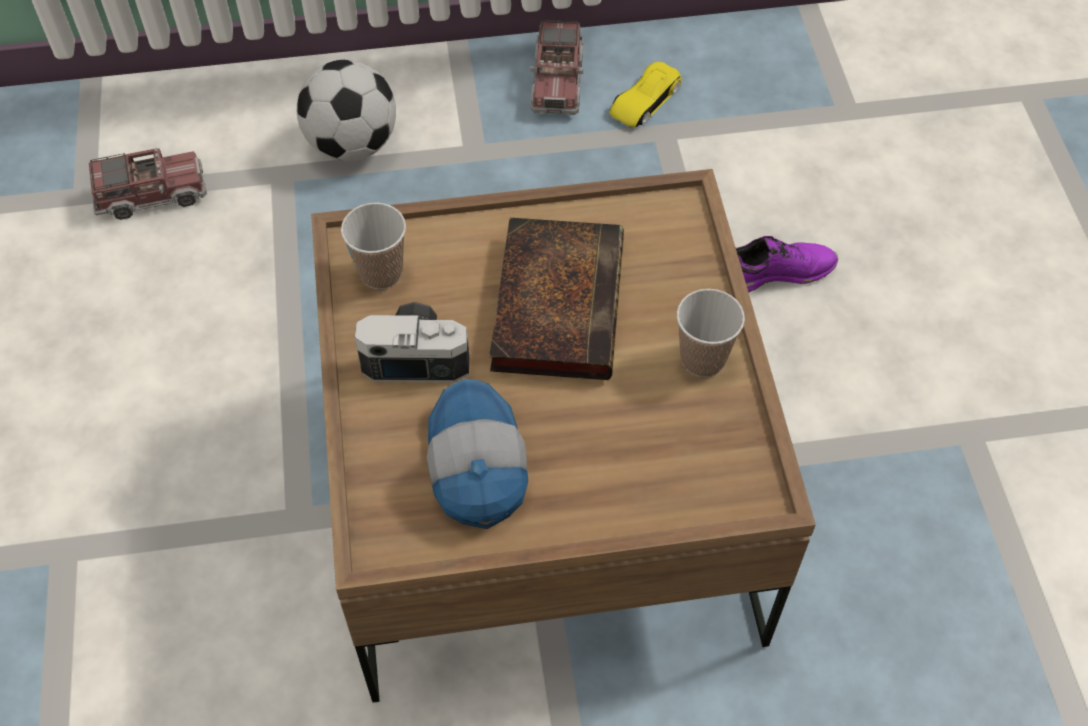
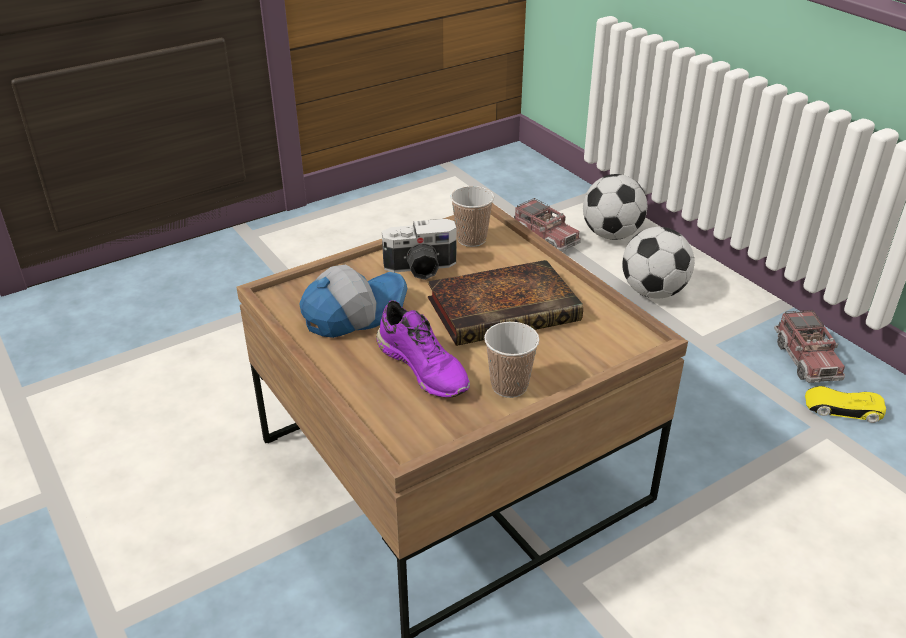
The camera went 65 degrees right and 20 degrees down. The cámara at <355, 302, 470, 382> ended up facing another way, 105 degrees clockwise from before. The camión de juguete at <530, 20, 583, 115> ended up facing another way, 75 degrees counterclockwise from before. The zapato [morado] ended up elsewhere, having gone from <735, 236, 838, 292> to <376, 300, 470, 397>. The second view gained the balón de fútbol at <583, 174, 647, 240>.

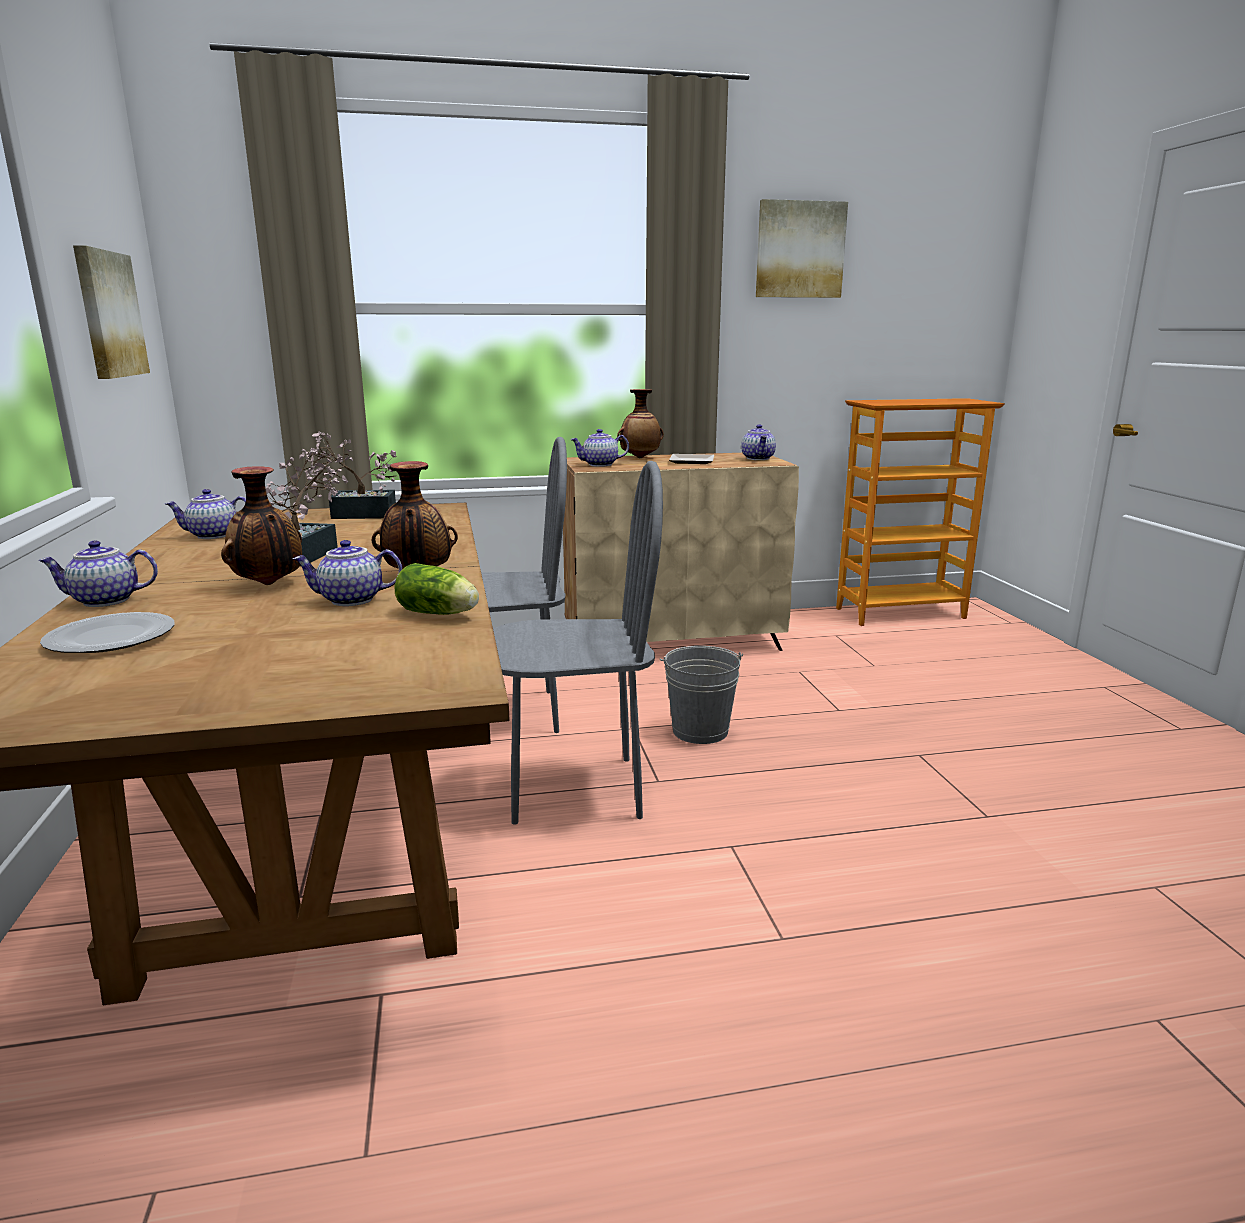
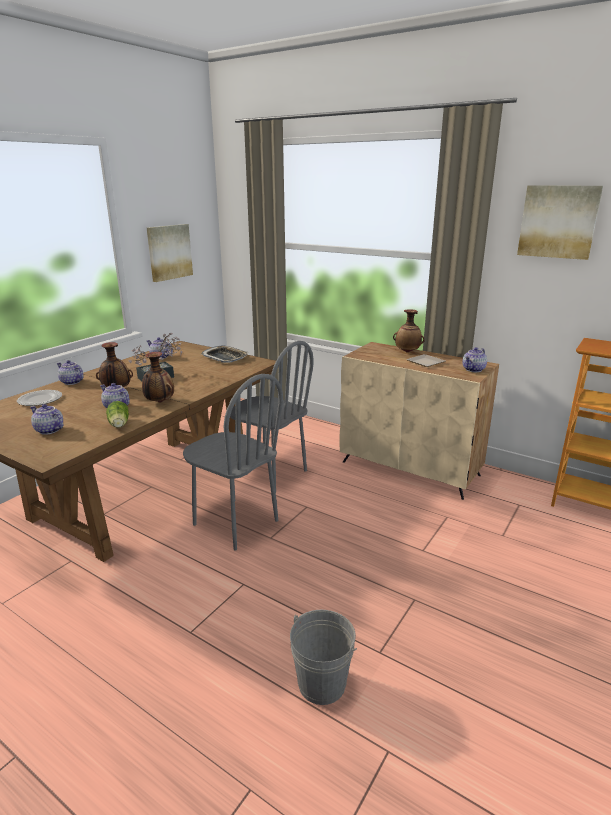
The camera went 45 degrees right and 5 degrees up. Where the planta en maceta stood at <302, 432, 400, 519>, the bandeja came to stand at <201, 346, 248, 363>. The tetera ended up elsewhere, having gone from <570, 429, 629, 467> to <30, 404, 63, 435>. The cubo [gris] ended up elsewhere, having gone from <660, 646, 743, 744> to <290, 610, 357, 705>.

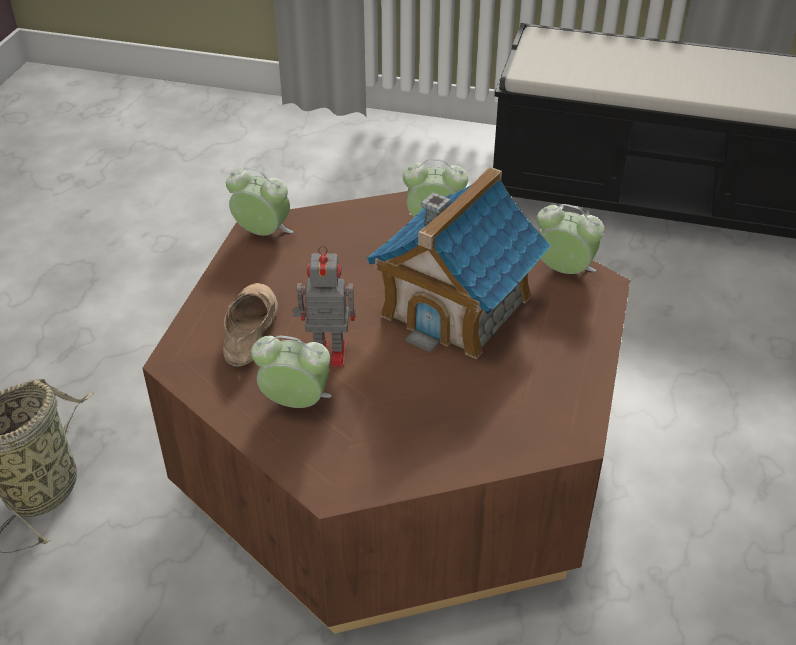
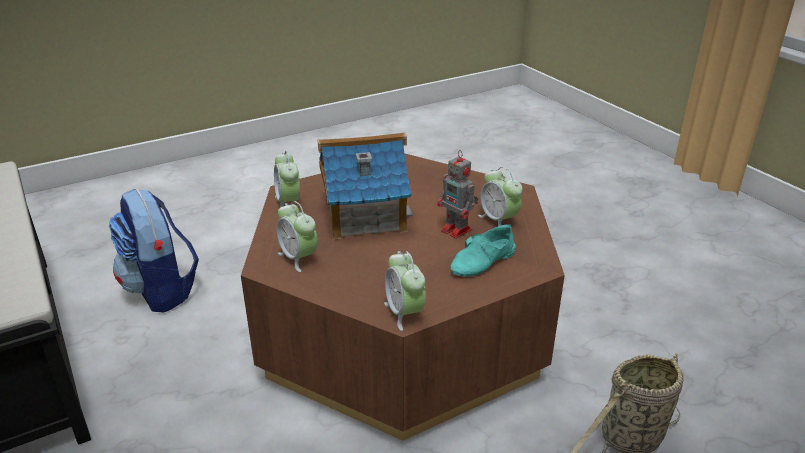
The camera went 135 degrees left and 10 degrees down. What was the zapato [beis] at <223, 283, 278, 367> turned into the zapato [turquesa] at <450, 224, 516, 277>. The second view gained the mochila at <109, 189, 199, 313>.

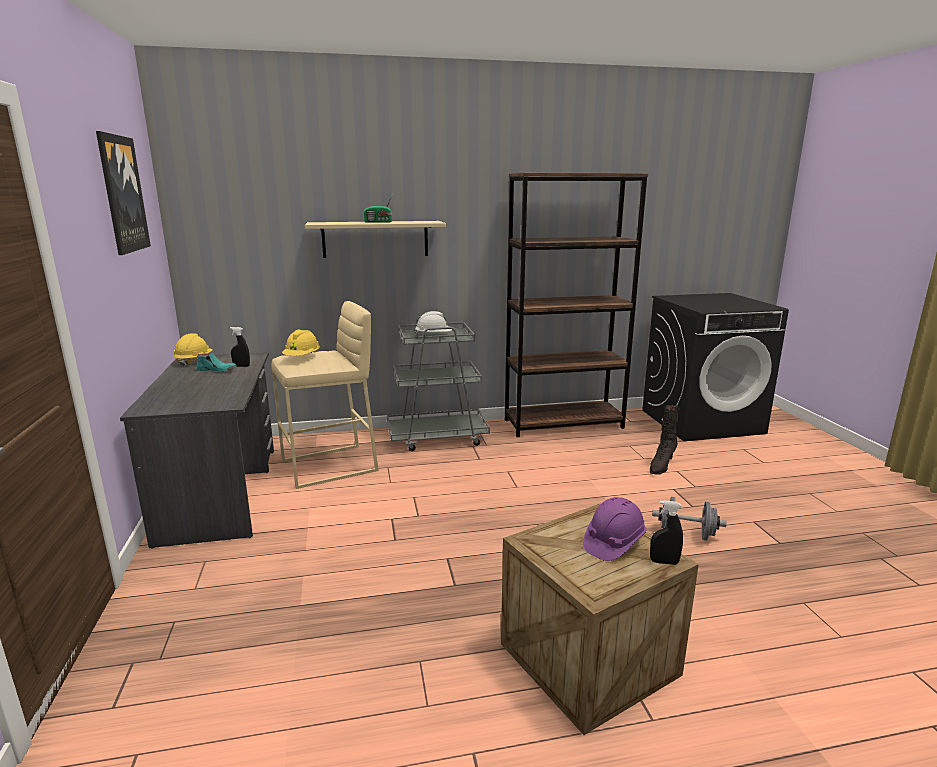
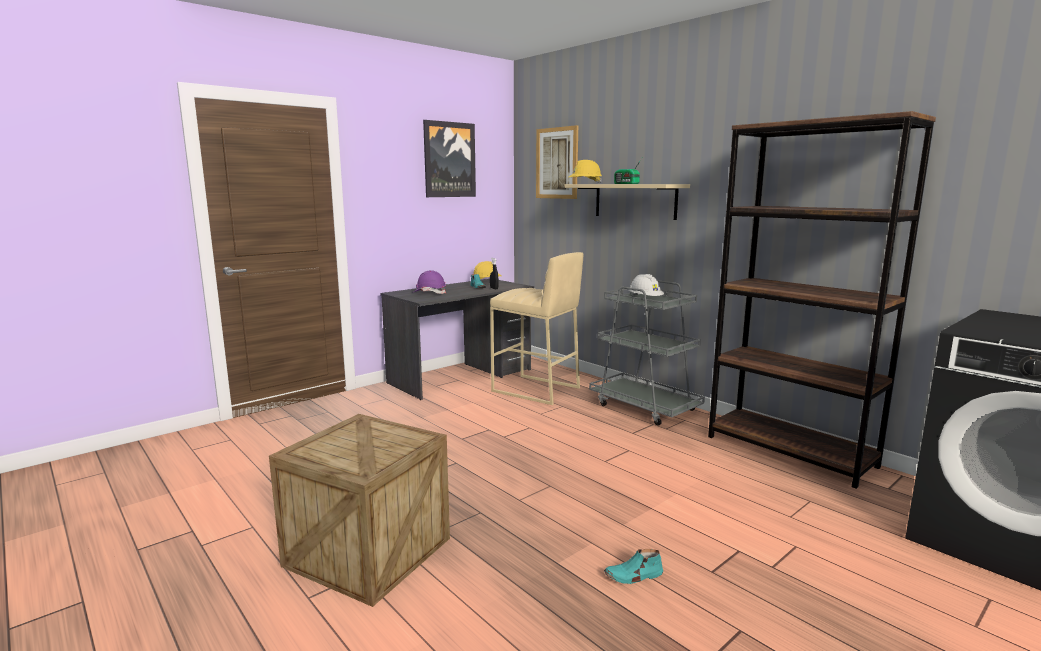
The camera went 60 degrees right and 5 degrees down. The casco [amarillo] ended up elsewhere, having gone from <282, 330, 320, 356> to <569, 160, 602, 184>. The casco [morado] ended up elsewhere, having gone from <583, 497, 646, 561> to <414, 270, 446, 294>. The second view lost the bota [negro] at <650, 405, 680, 475>. The second view lost the pulverizador [negro] at <650, 500, 683, 565>. Where the mancuerna [gris] stood at <652, 497, 727, 541>, the zapato [turquesa] came to stand at <604, 549, 663, 584>. The second view gained the cuadro at <536, 125, 578, 199>.

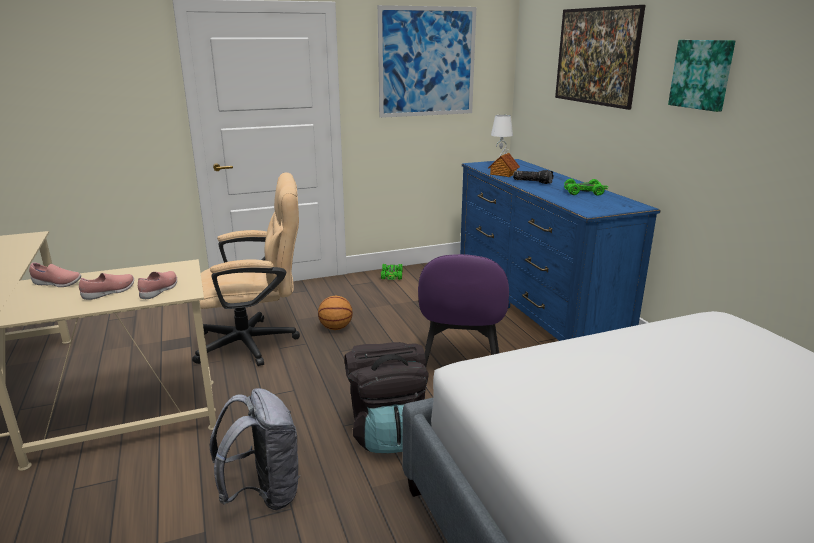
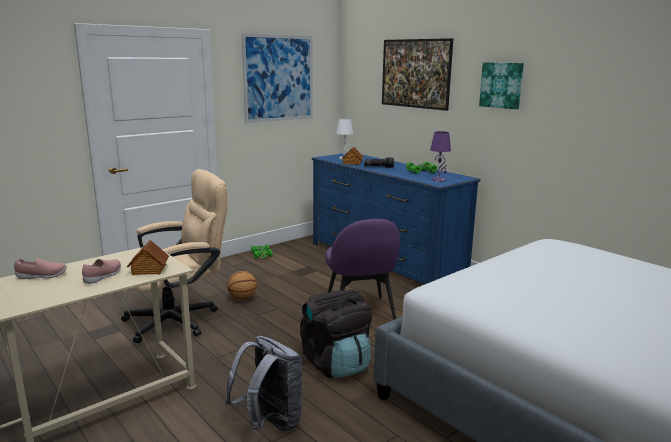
The camera went 20 degrees left and 5 degrees down. Where the zapato [rosa] stood at <138, 271, 177, 299>, the casita came to stand at <127, 240, 169, 275>. The second view gained the lámpara de mesa [morado] at <430, 131, 451, 182>.

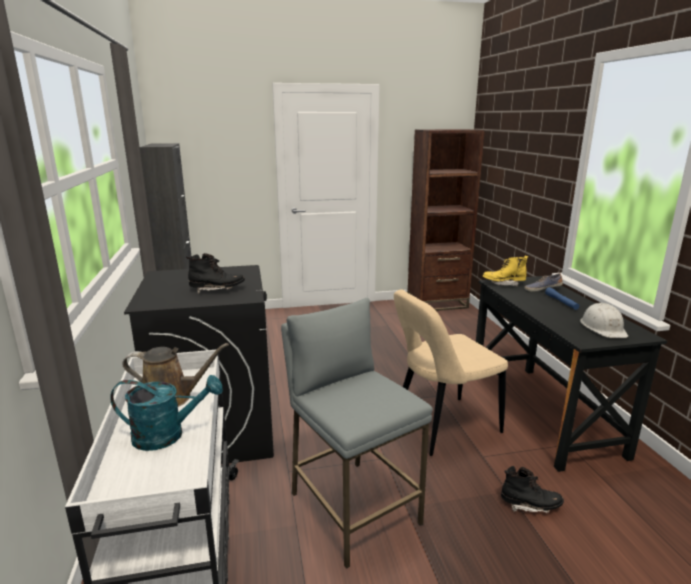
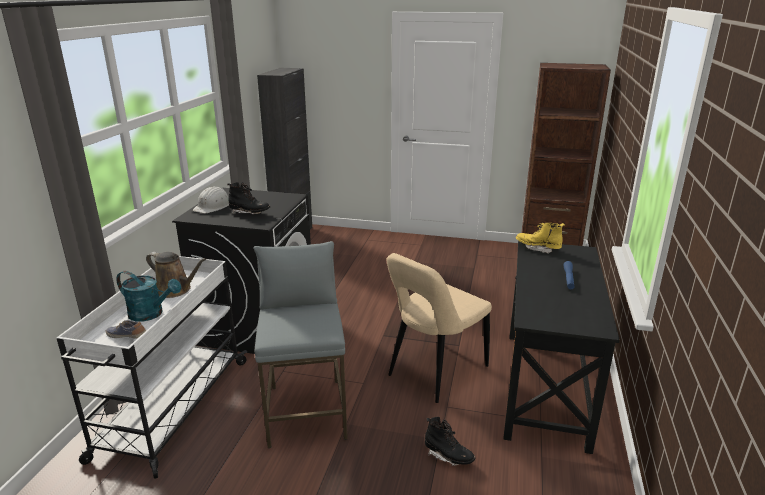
The camera went 25 degrees right and 5 degrees up. The silla [beis] at <394, 289, 508, 456> ended up facing another way, 45 degrees counterclockwise from before. The zapato ended up elsewhere, having gone from <524, 273, 563, 291> to <105, 320, 146, 338>. The casco [blanco] ended up elsewhere, having gone from <580, 303, 628, 338> to <193, 186, 229, 213>.

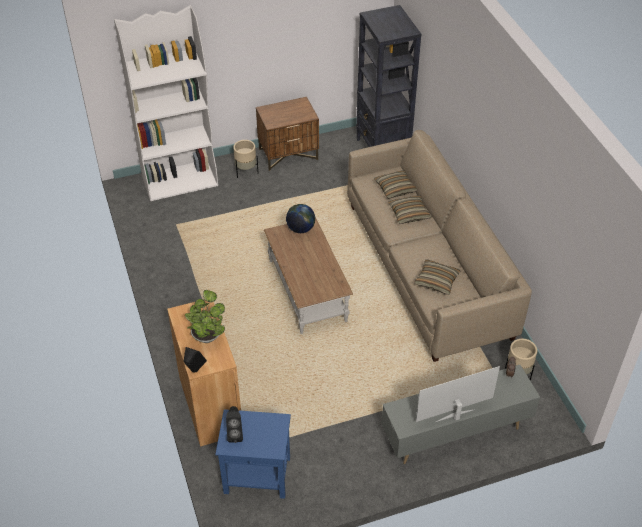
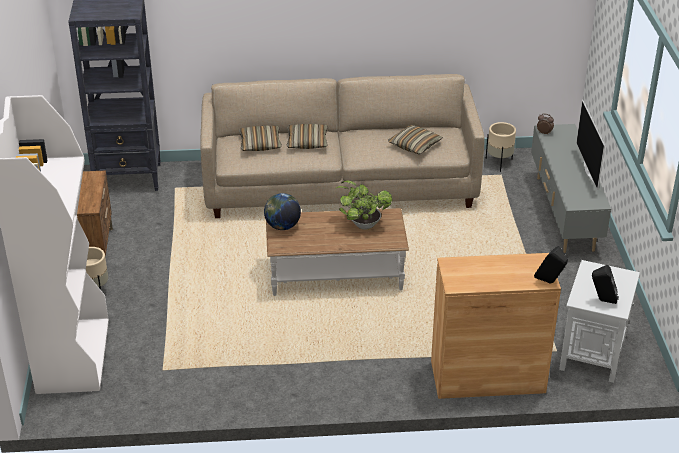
The camera went 75 degrees left and 10 degrees down. The planta en maceta ended up elsewhere, having gone from <185, 290, 225, 343> to <335, 180, 392, 230>. What was the mesa auxiliar [azul] at <215, 409, 291, 499> turned into the mesa auxiliar [blanco] at <559, 260, 640, 383>.

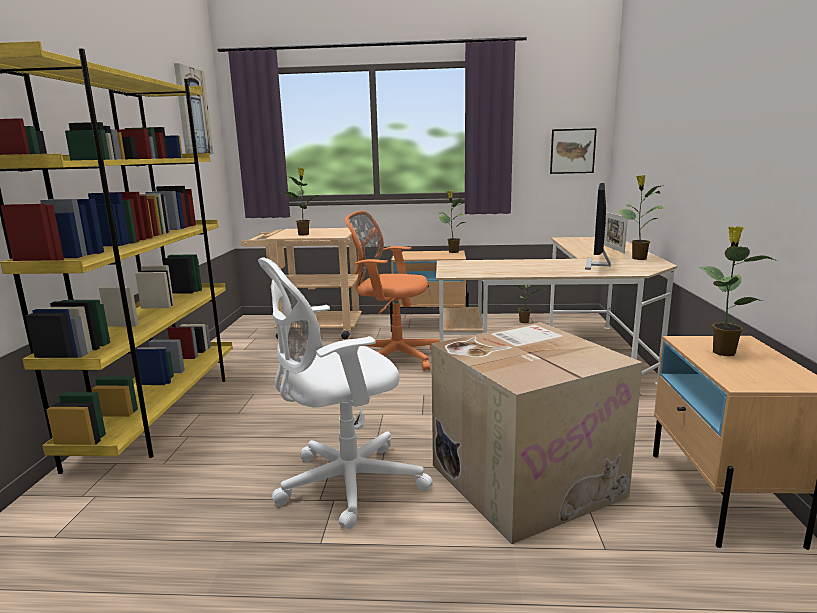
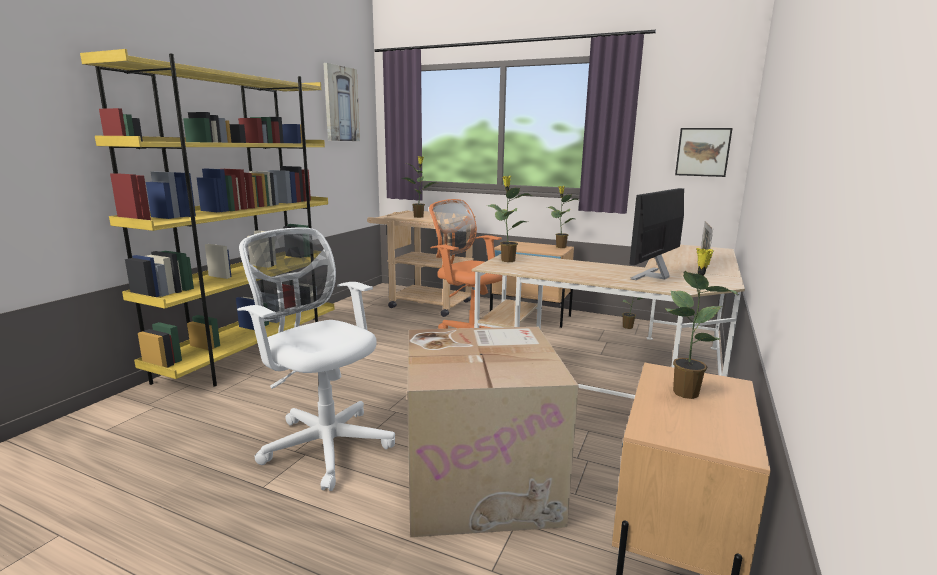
The camera went 20 degrees right and 0 degrees up. The silla de oficina [blanco] at <258, 258, 433, 529> ended up facing another way, 45 degrees clockwise from before. The planta en maceta ended up elsewhere, having gone from <617, 175, 665, 260> to <488, 176, 532, 262>.

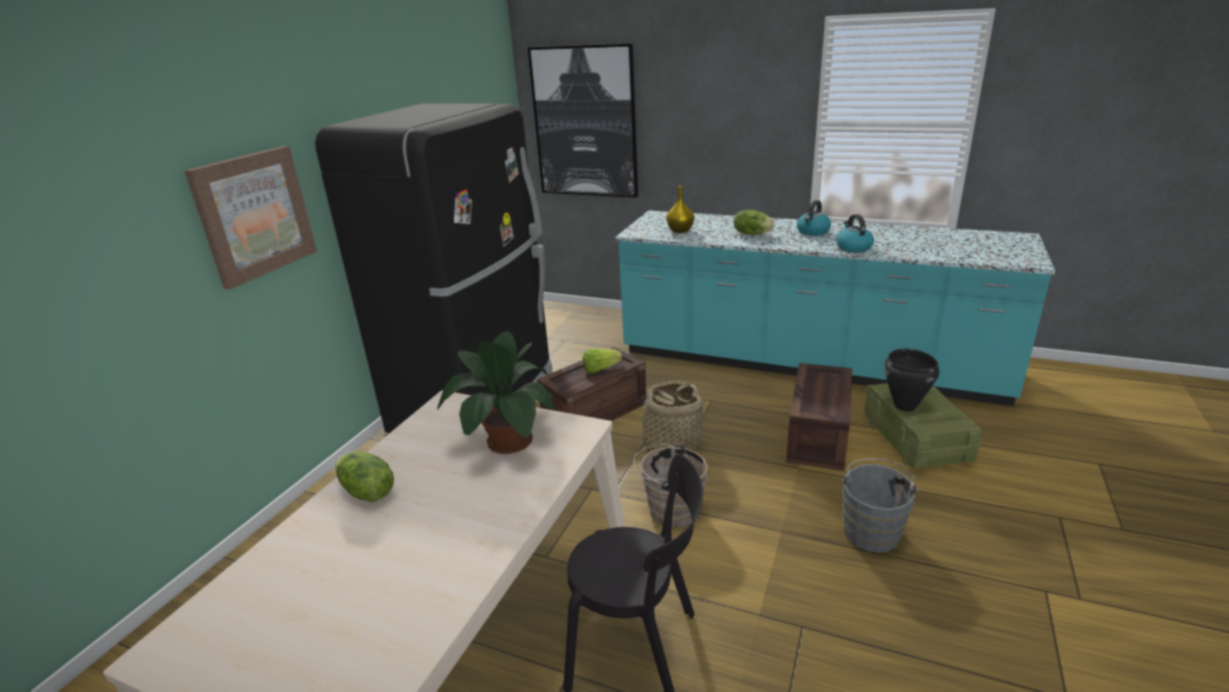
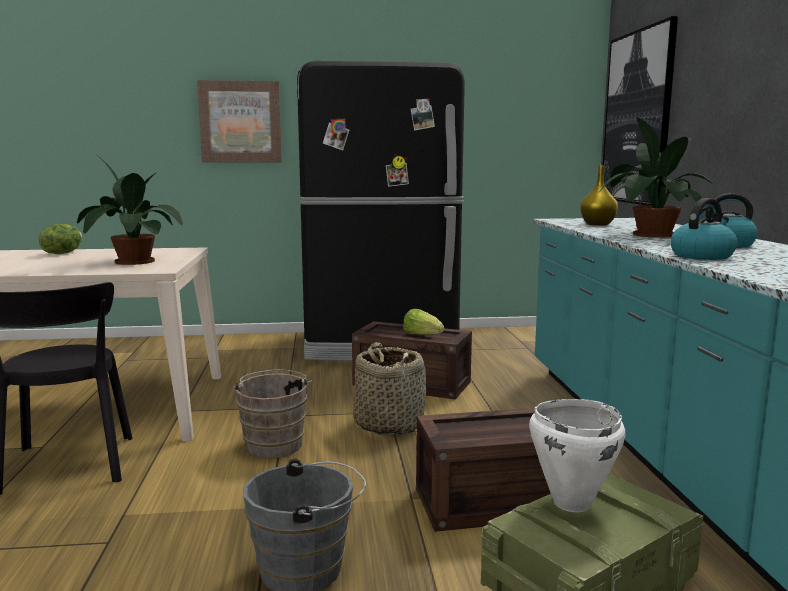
The camera went 60 degrees right and 15 degrees down. Where the lechuga stood at <734, 210, 775, 235>, the planta en maceta came to stand at <599, 117, 720, 238>. What was the olla [negro] at <884, 349, 939, 412> turned into the olla [blanco] at <529, 399, 625, 512>.

